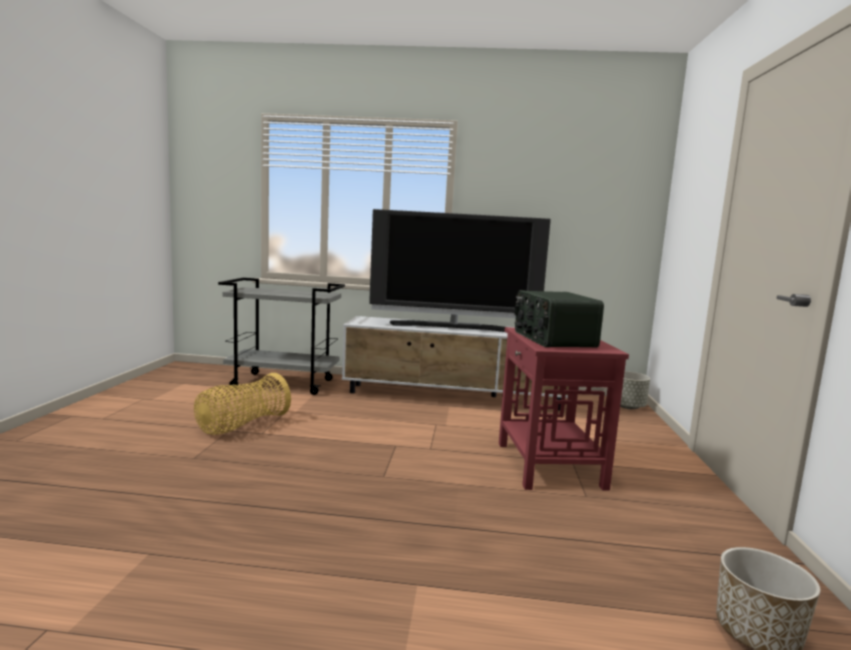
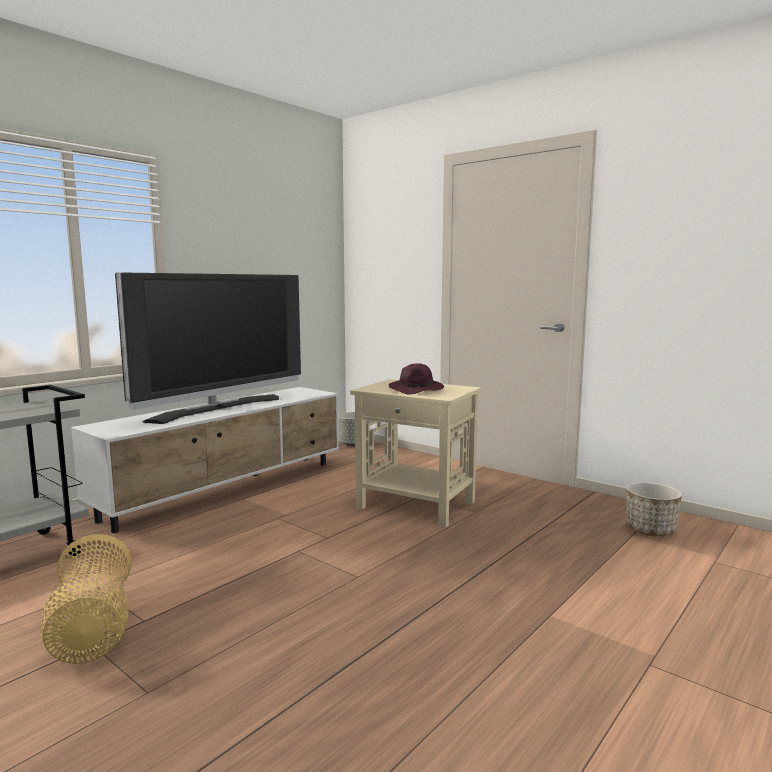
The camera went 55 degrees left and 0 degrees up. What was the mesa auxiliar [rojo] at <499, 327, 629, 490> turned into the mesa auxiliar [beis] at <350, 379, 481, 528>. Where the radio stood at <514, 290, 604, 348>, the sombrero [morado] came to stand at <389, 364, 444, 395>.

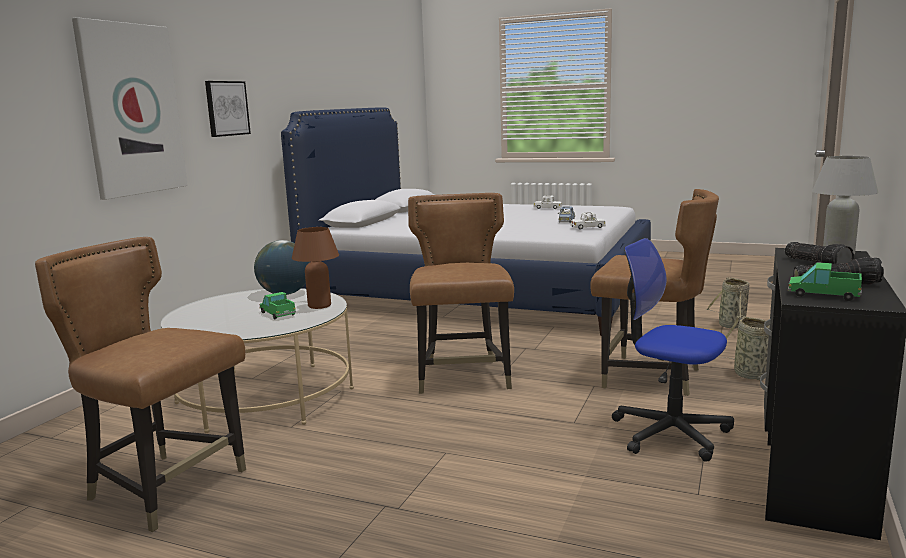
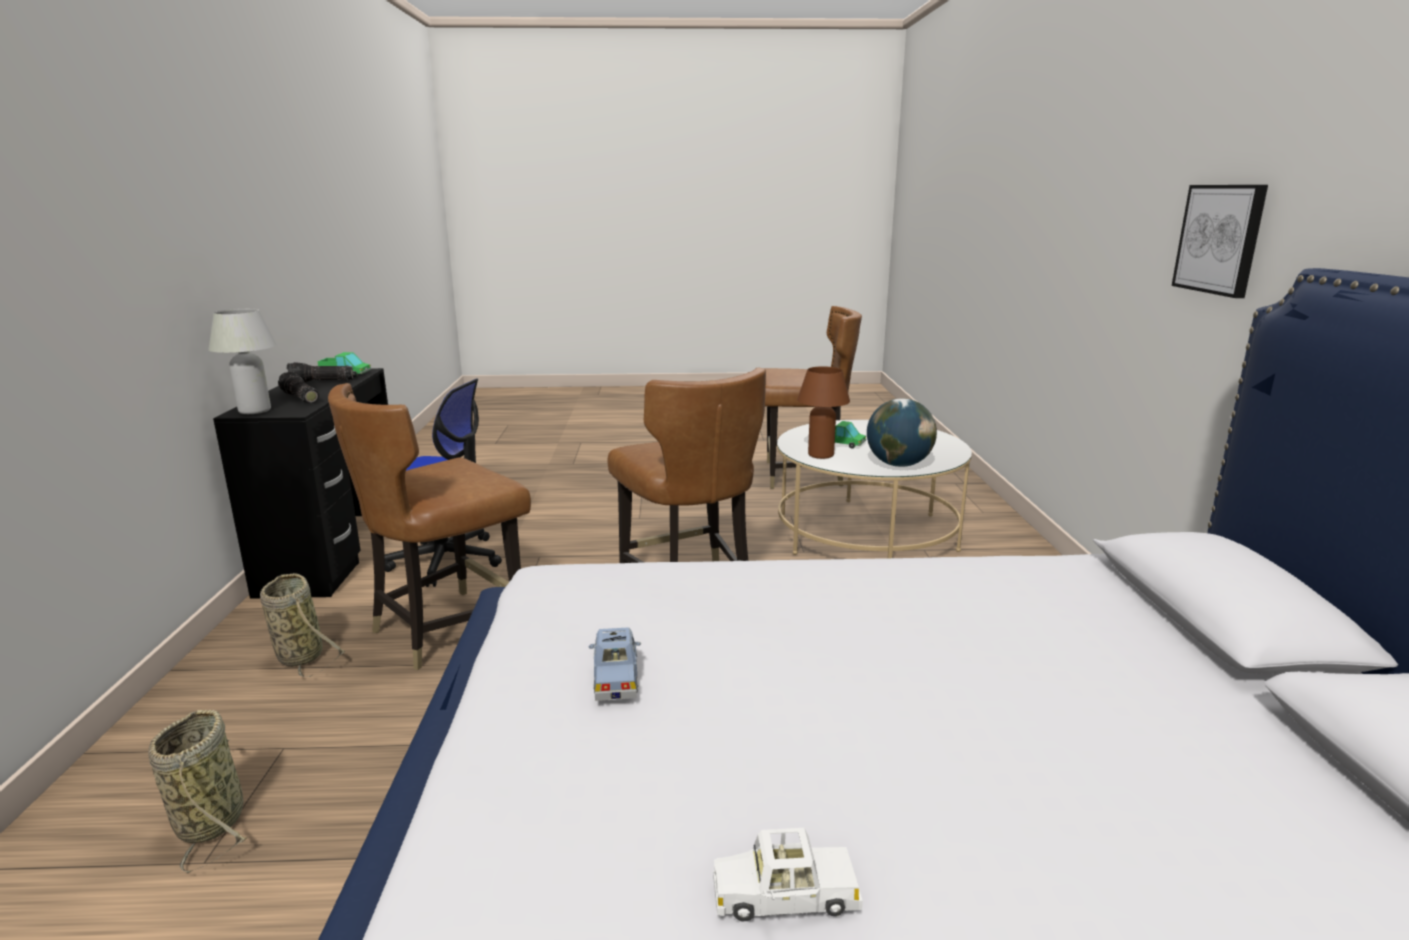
The camera went 155 degrees right and 5 degrees up. The second view lost the cuadro at <72, 17, 188, 200>. The second view lost the coche de juguete [blanco] at <571, 212, 606, 230>. The silla [marrón] at <590, 189, 719, 396> ended up facing another way, 45 degrees counterclockwise from before.

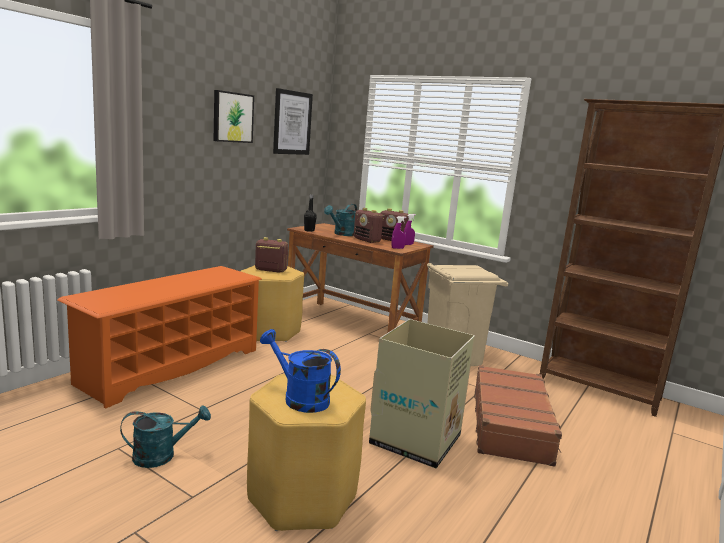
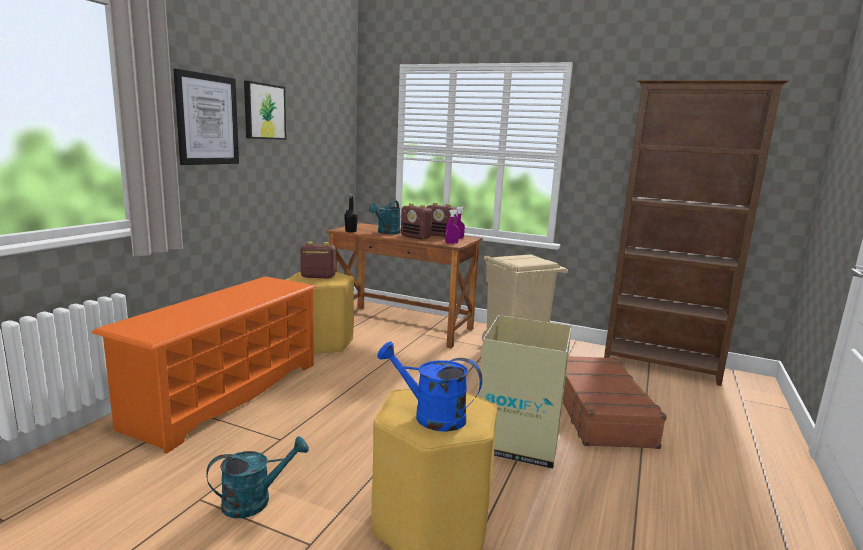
The camera went 10 degrees left and 0 degrees up. The cuadro ended up elsewhere, having gone from <273, 88, 313, 155> to <173, 69, 239, 165>.

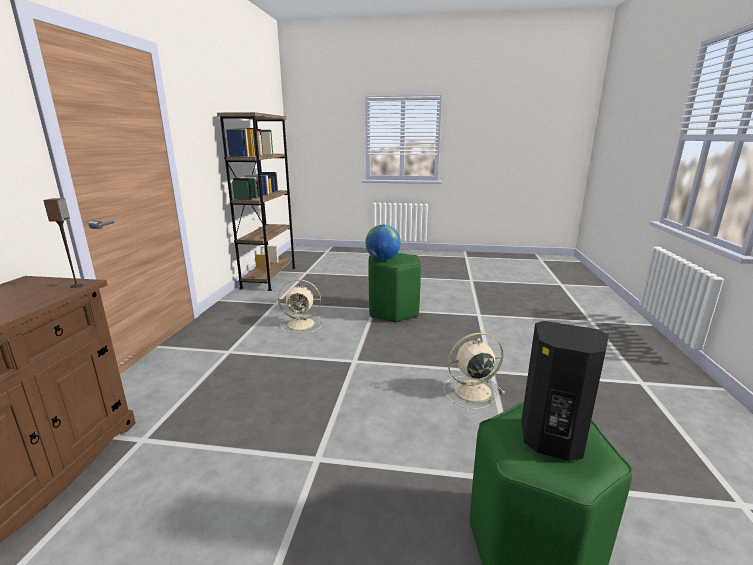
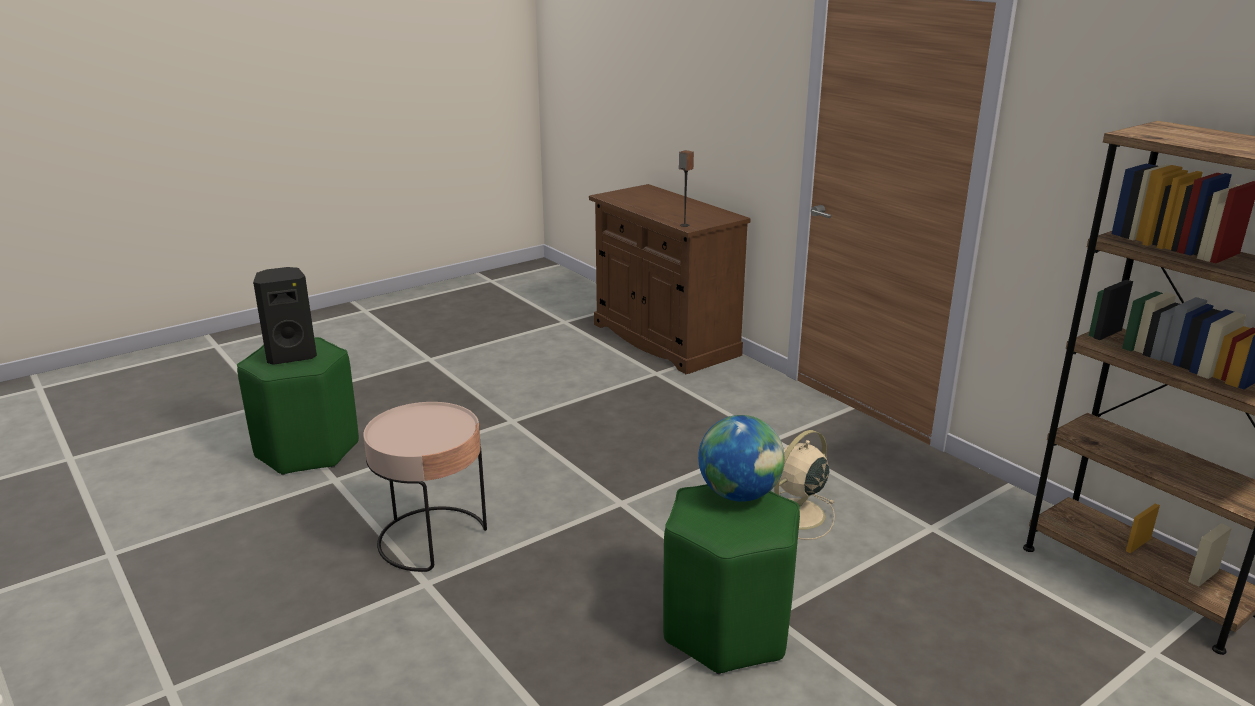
The camera went 135 degrees right and 5 degrees up. Where the ventilador [beis] stood at <443, 332, 505, 410>, the mesa auxiliar [rosa] came to stand at <363, 402, 487, 572>.

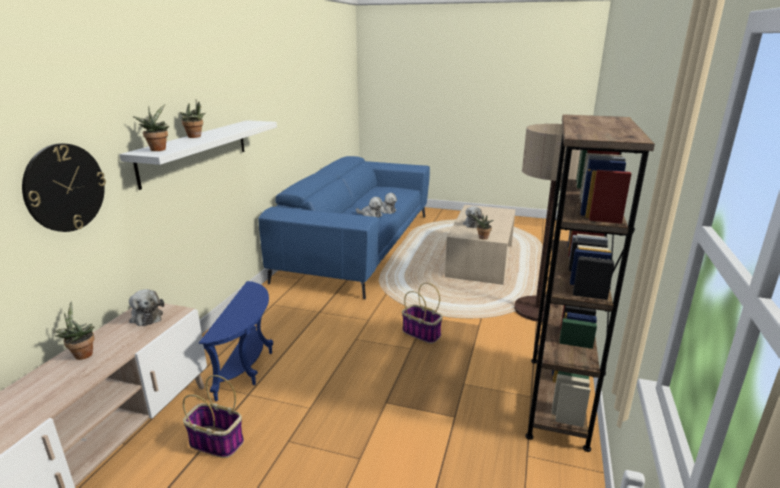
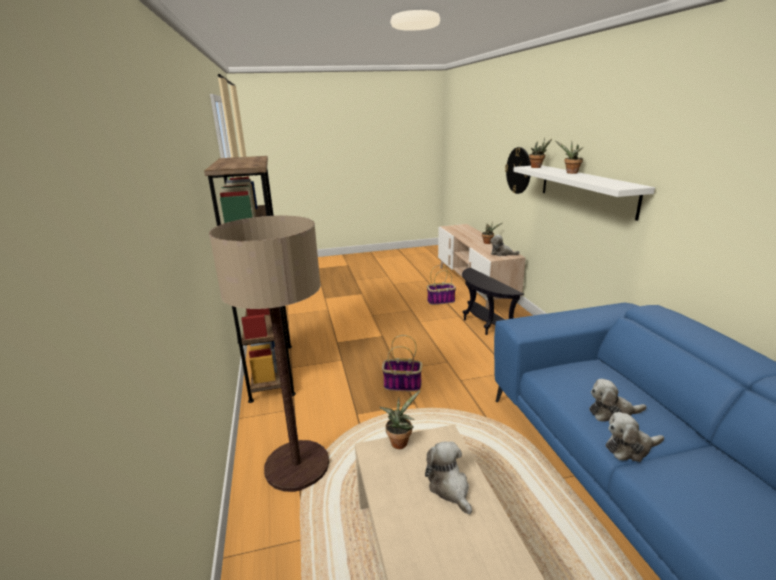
The camera went 150 degrees right and 0 degrees up. What was the mesa auxiliar [azul] at <199, 281, 273, 401> turned into the mesa auxiliar [negro] at <462, 268, 524, 335>.

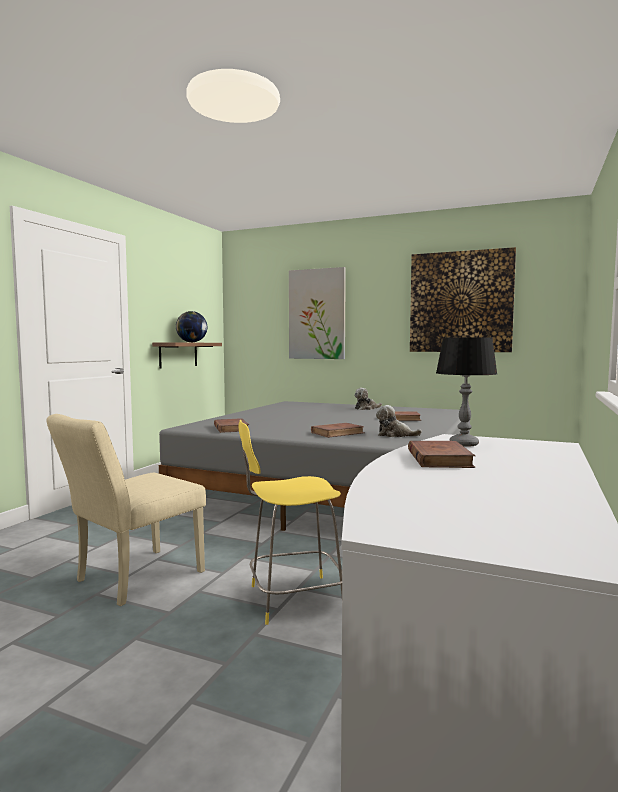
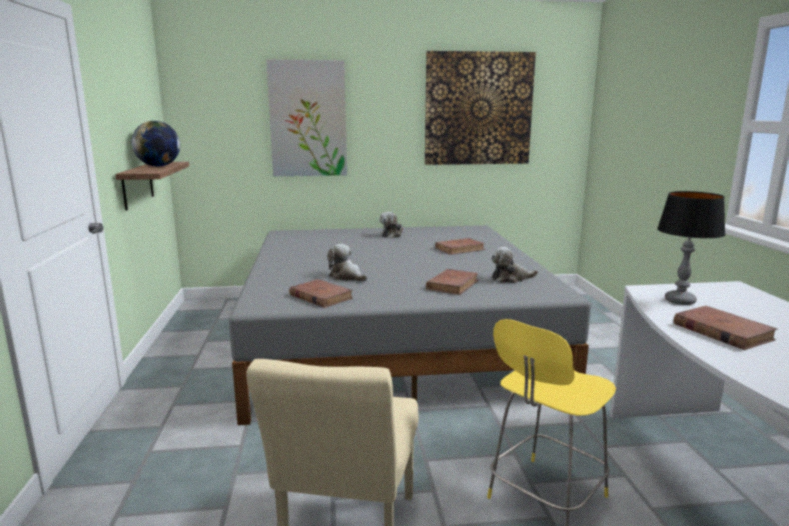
The camera went 30 degrees left and 10 degrees up. The second view gained the peluche at <327, 244, 368, 281>.

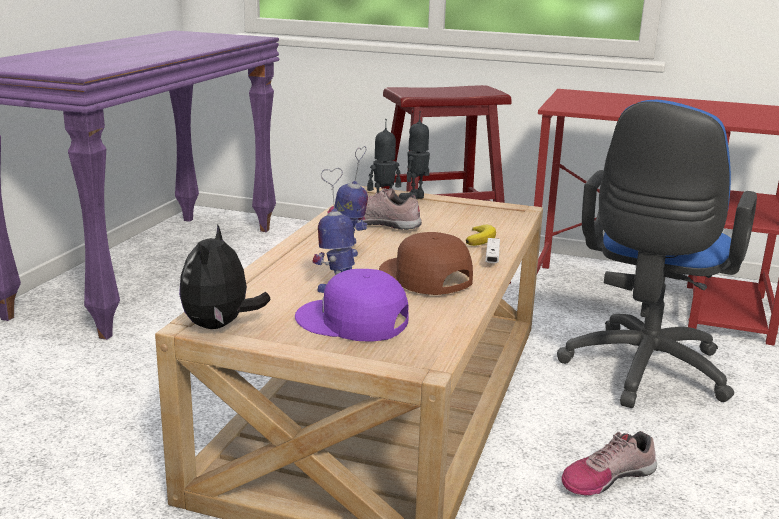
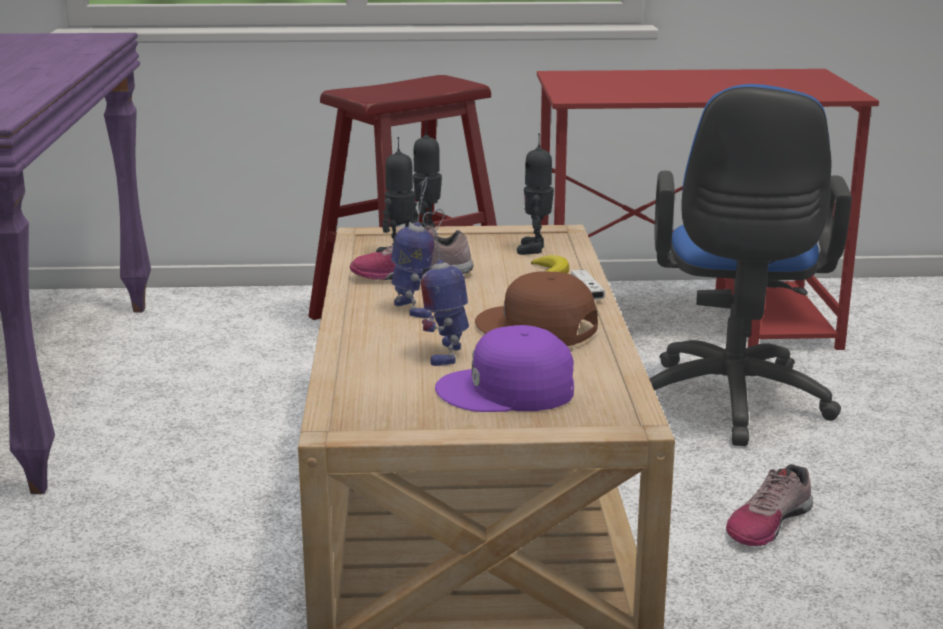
The camera went 20 degrees left and 0 degrees up. The second view lost the peluche at <179, 224, 271, 329>. The second view gained the robot de juguete at <517, 133, 554, 255>.

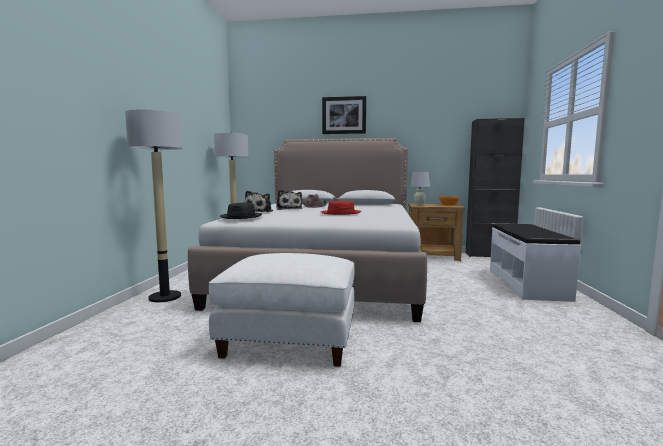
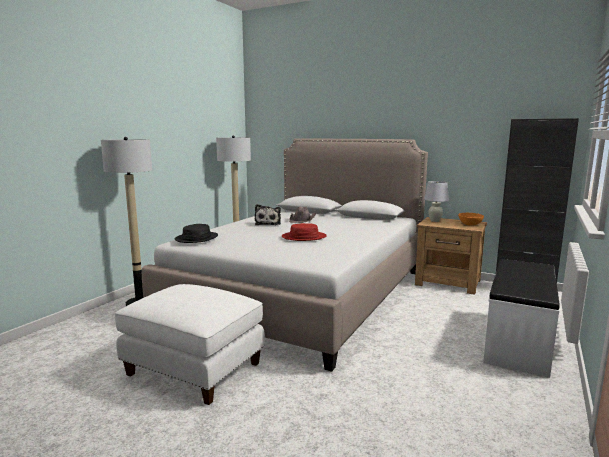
The camera went 20 degrees right and 5 degrees up. The second view lost the peluche at <245, 191, 273, 212>. The second view lost the cuadro at <322, 96, 366, 134>.

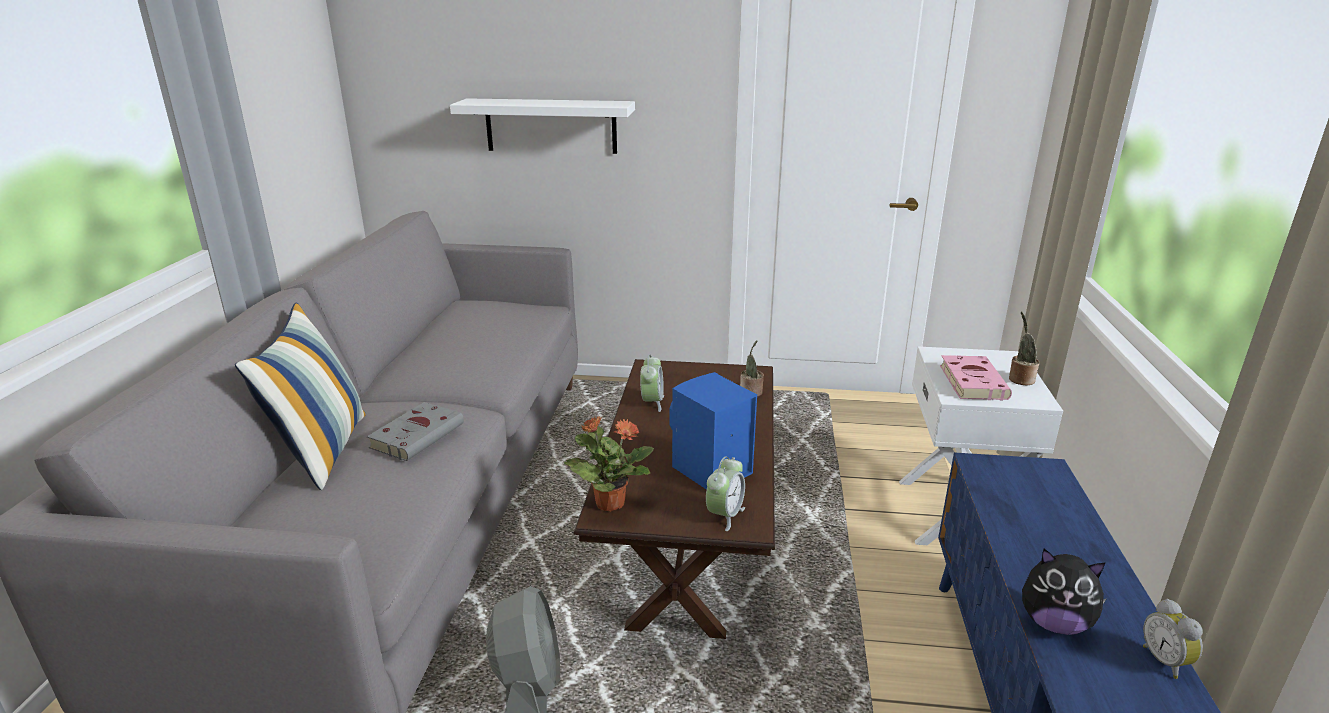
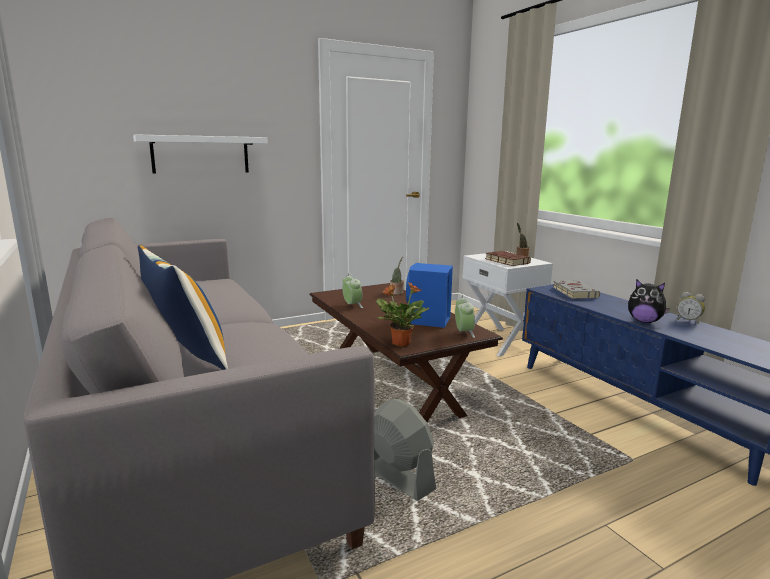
The camera went 35 degrees left and 10 degrees down. The libro [gris] ended up elsewhere, having gone from <367, 402, 464, 461> to <553, 280, 600, 299>. What was the libro [rosa] at <940, 355, 1012, 400> turned into the libro [marrón] at <485, 251, 531, 266>. The peluche at <1022, 549, 1107, 635> ended up facing another way, 45 degrees clockwise from before.

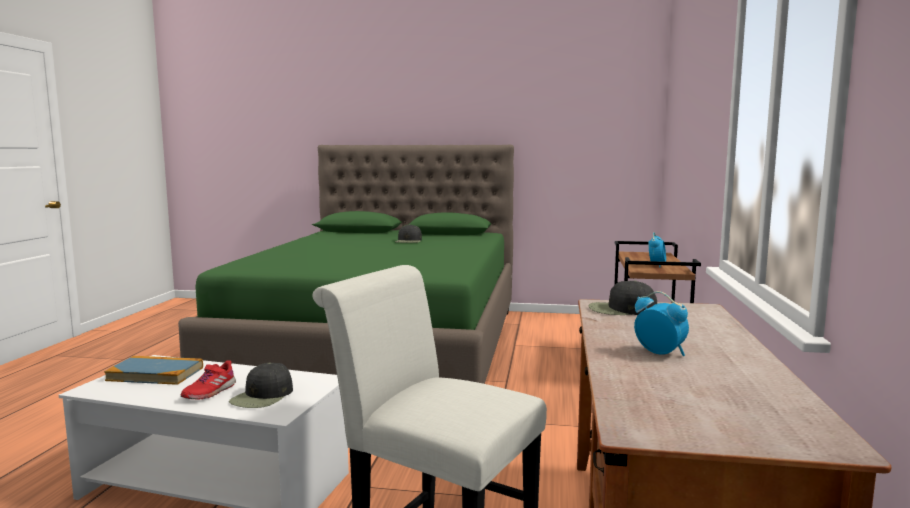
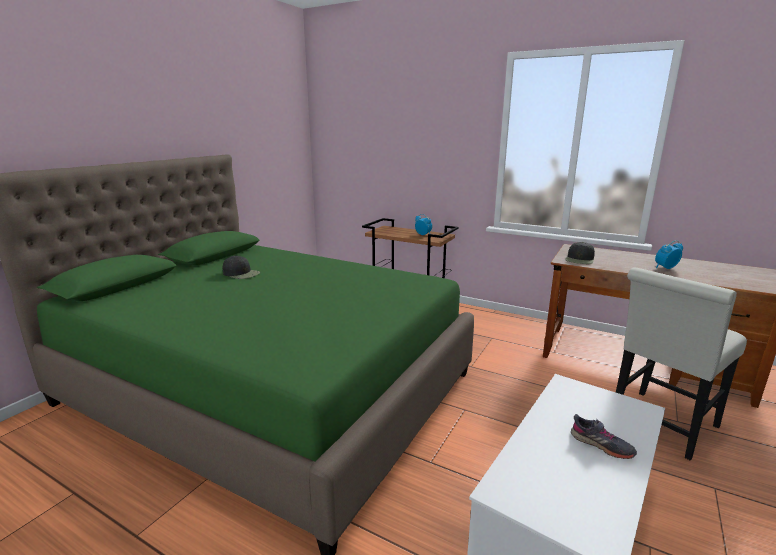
The camera went 70 degrees left and 10 degrees up. The second view lost the libro at <104, 356, 203, 385>. What was the zapato [rojo] at <181, 360, 236, 400> turned into the zapato [gris] at <571, 414, 637, 459>. The second view lost the gorra [negro] at <229, 363, 293, 408>.

